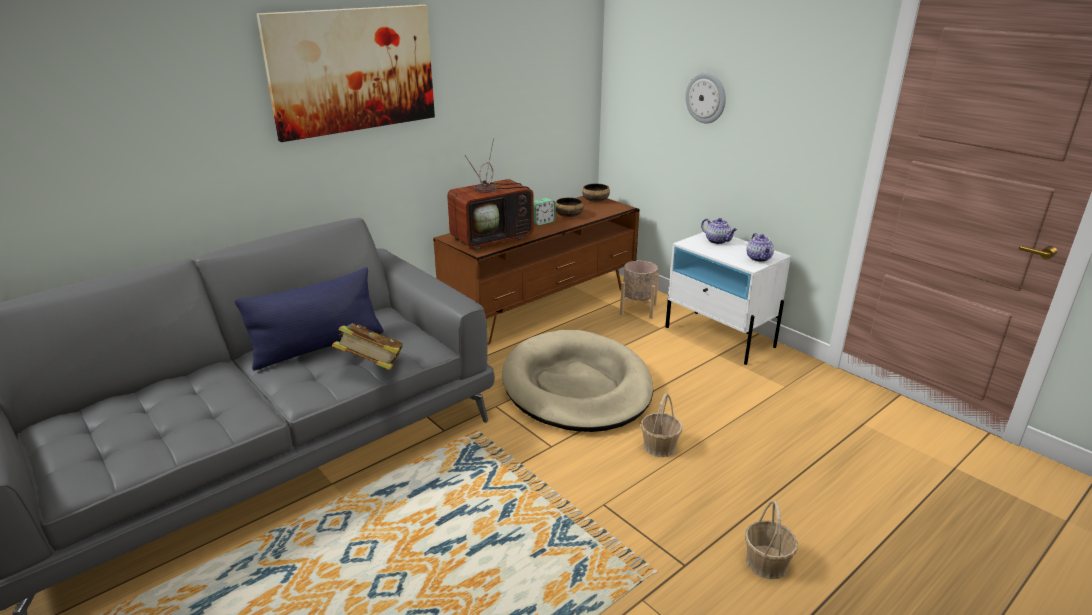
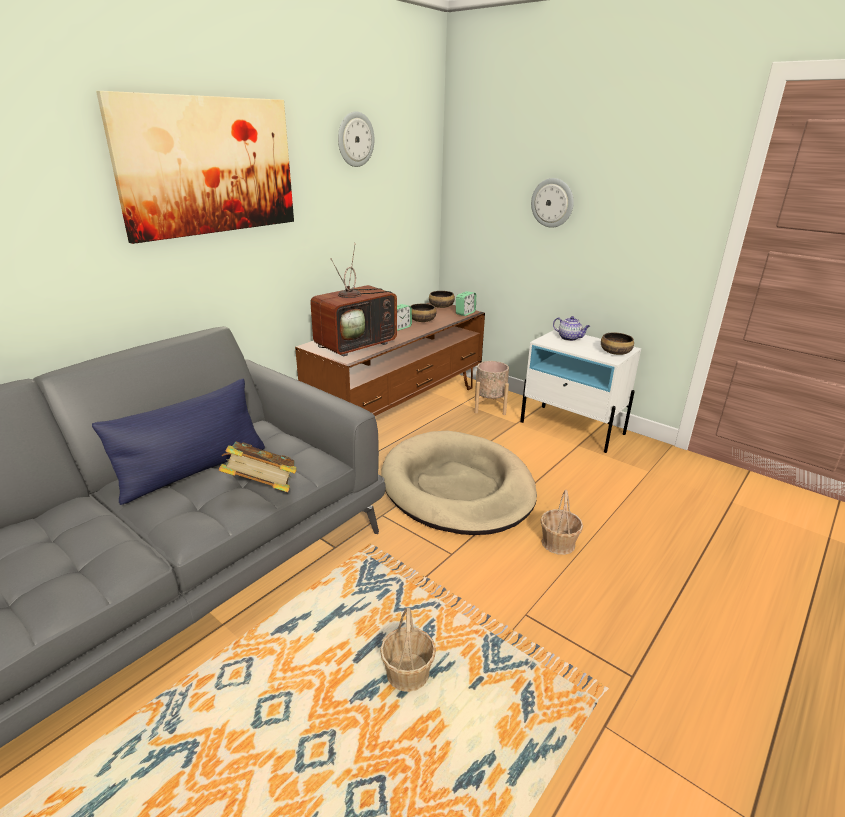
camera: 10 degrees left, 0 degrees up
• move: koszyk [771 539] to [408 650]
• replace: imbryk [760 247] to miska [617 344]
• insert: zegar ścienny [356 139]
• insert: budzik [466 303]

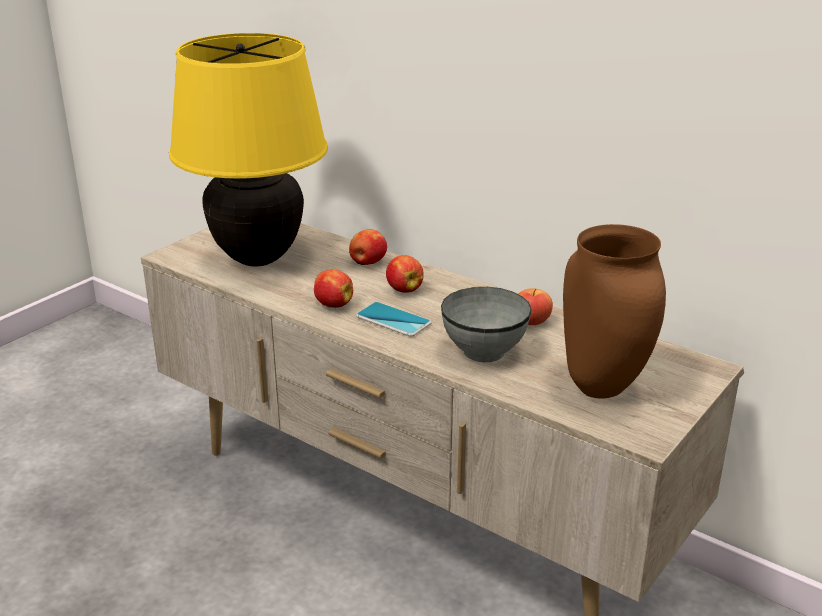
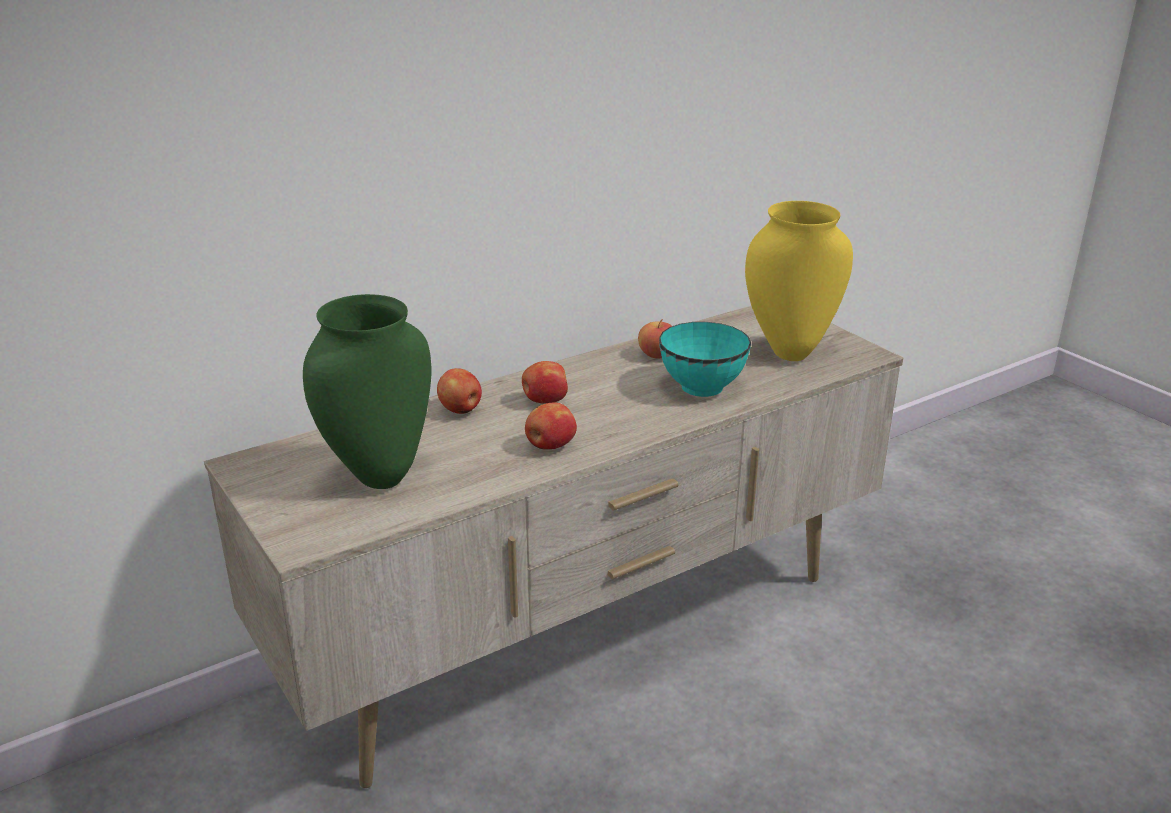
camera: 70 degrees left, 0 degrees up
• replace: lampa stołowa [żółty] [248 150] to wazon [zielony] [367 391]
• delete: telefon [394 319]
• recolor: miska [szary] [486 324] to miska [turkusowy] [705 359]
• recolor: wazon [brązowy] [614 311] to wazon [żółty] [799 281]

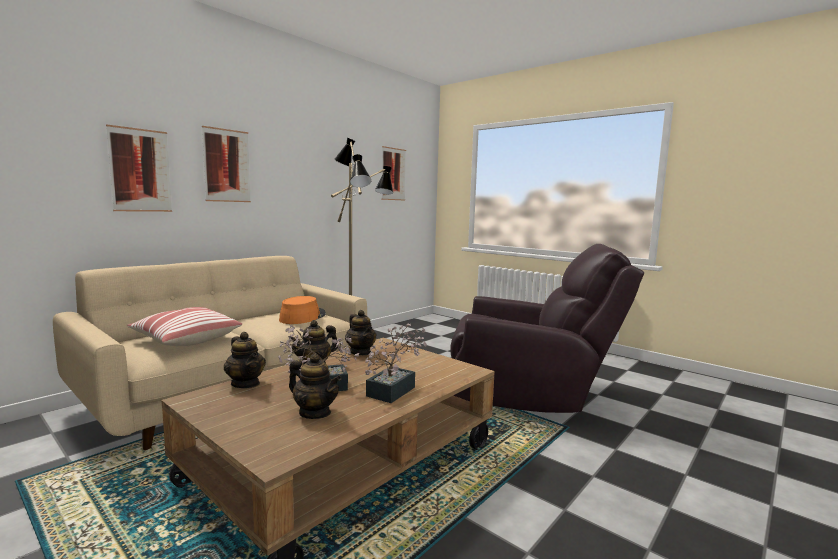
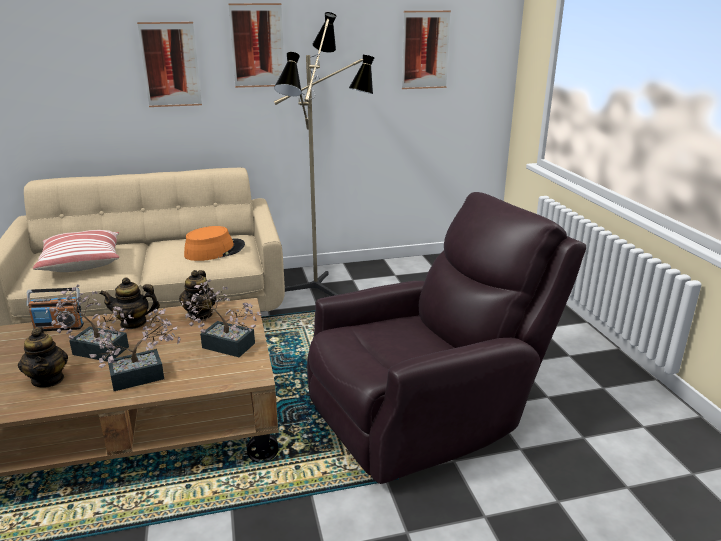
camera: 35 degrees right, 15 degrees up
• move: obraz [139 168] to [256 45]
• replace: imbryk [245 360] to radio [55 309]
• rotate: fotel [brązowy] [547 328] = [446 338] 75 degrees counterclockwise
• insert: roślina doniczkowa [221 318]

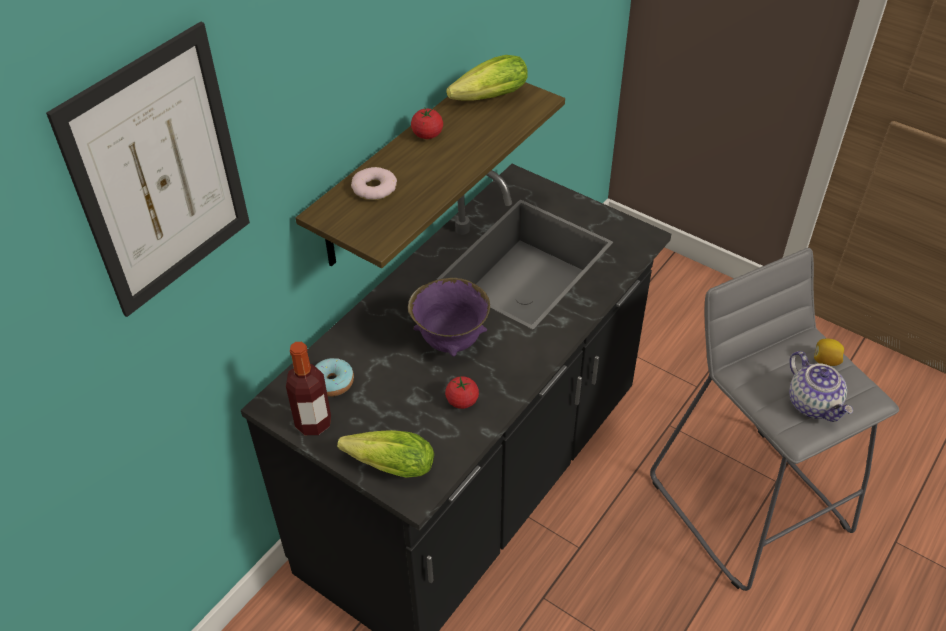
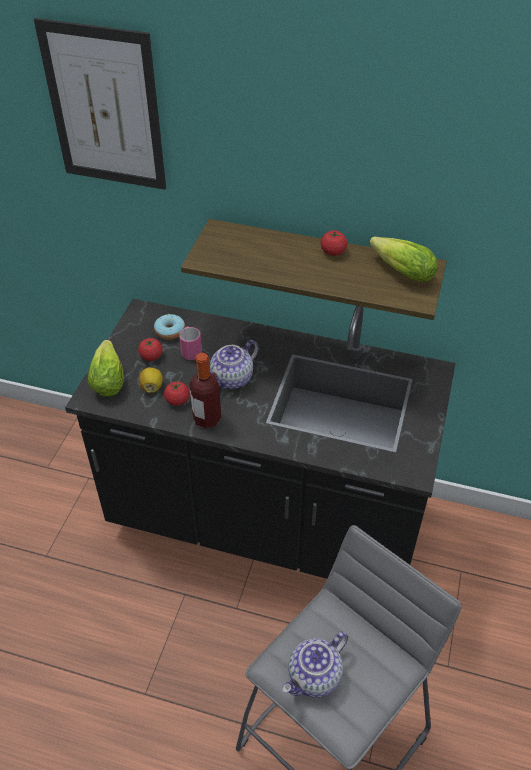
camera: 70 degrees right, 0 degrees up
• move: butelka [308 388] to [205 390]
• delete: donut [374 183]
• replace: miska [fioletowy] [449 317] to imbryk [234 364]
• move: cytryna [829 352] to [151 380]
• insert: pomidor [150 349]
• insert: kubek [różowy] [190 343]

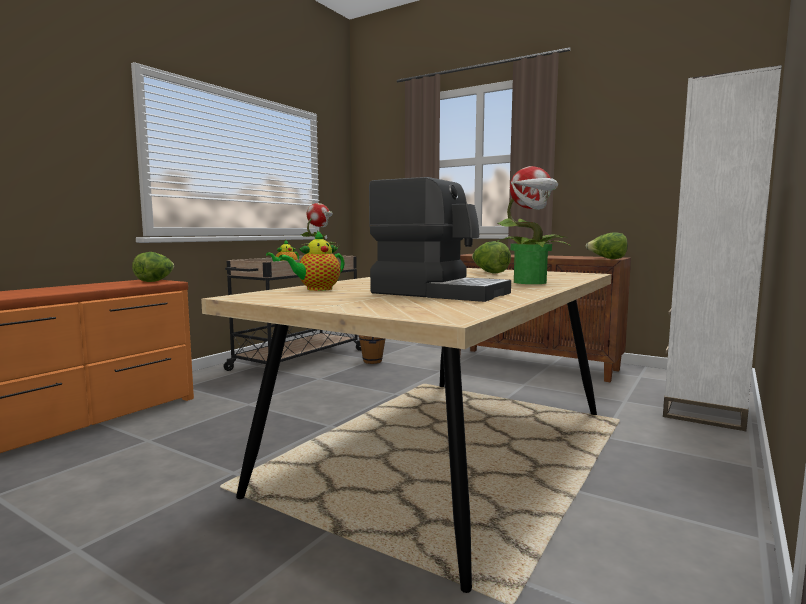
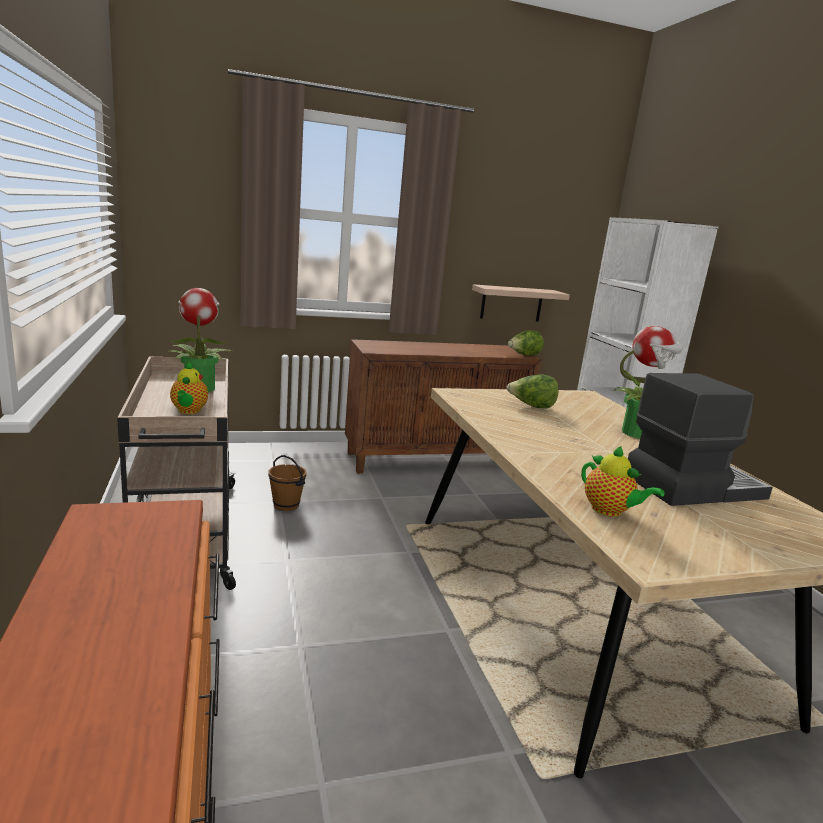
camera: 50 degrees left, 10 degrees up
• delete: sałata [153 267]
• rotate: imbryk [311 260] = [623 481] 45 degrees counterclockwise
• insert: półka [521 303]

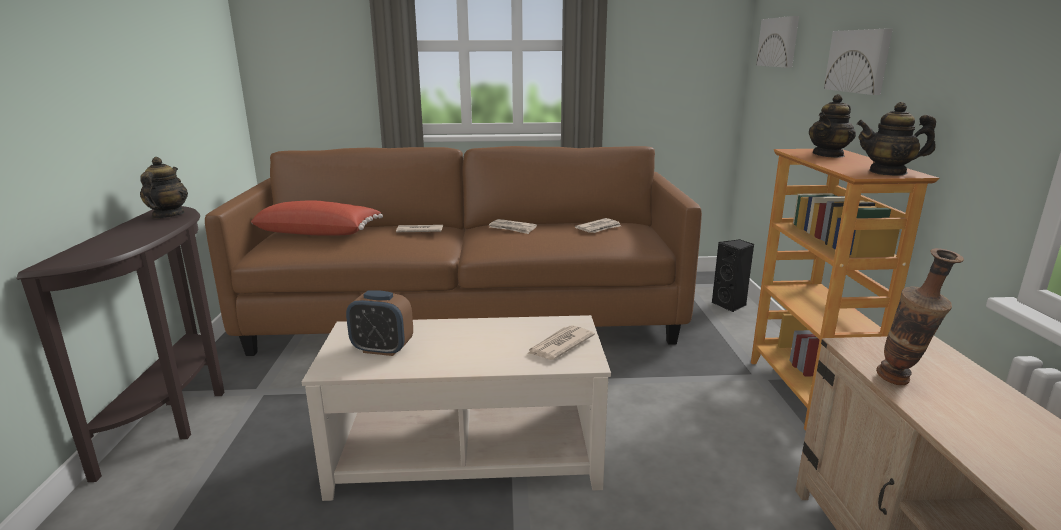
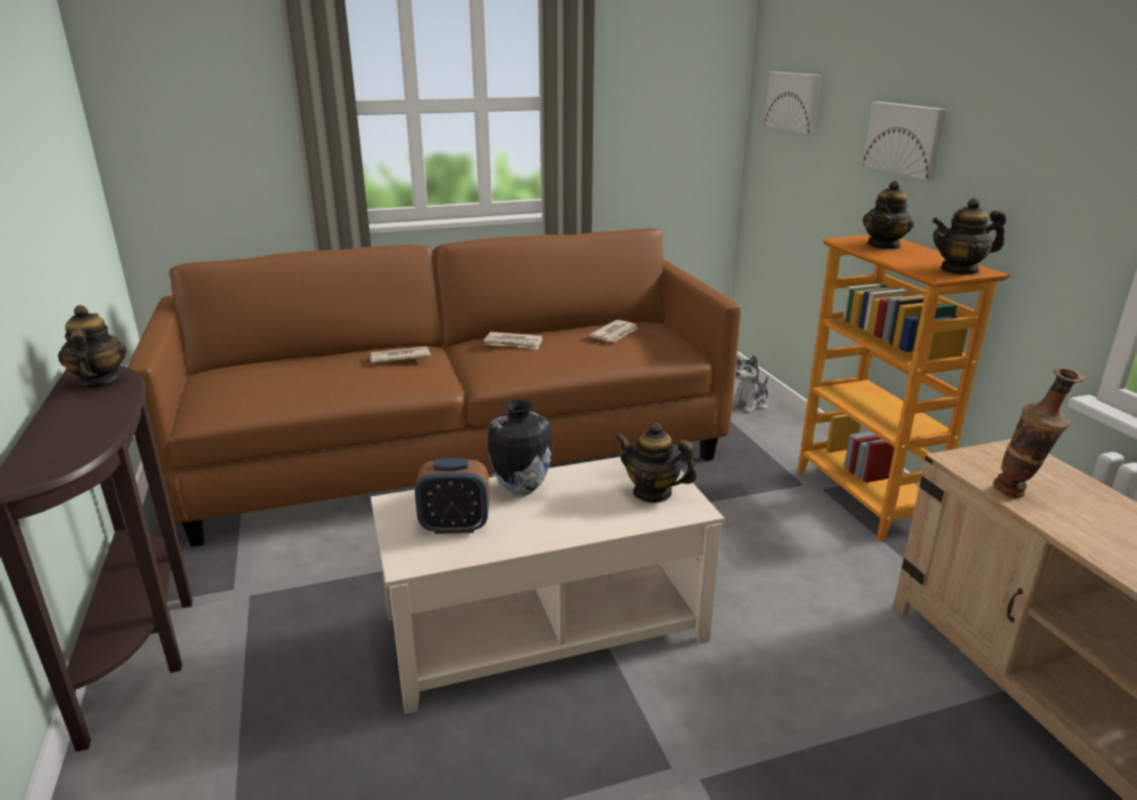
camera: 15 degrees left, 5 degrees up
• delete: poduszka [czerwony] [317 218]
• replace: gazeta [561 342] to imbryk [656 463]
• replace: głośnik [czarny] [733 275] to pluszak [750 384]
• insert: wazon [520 447]

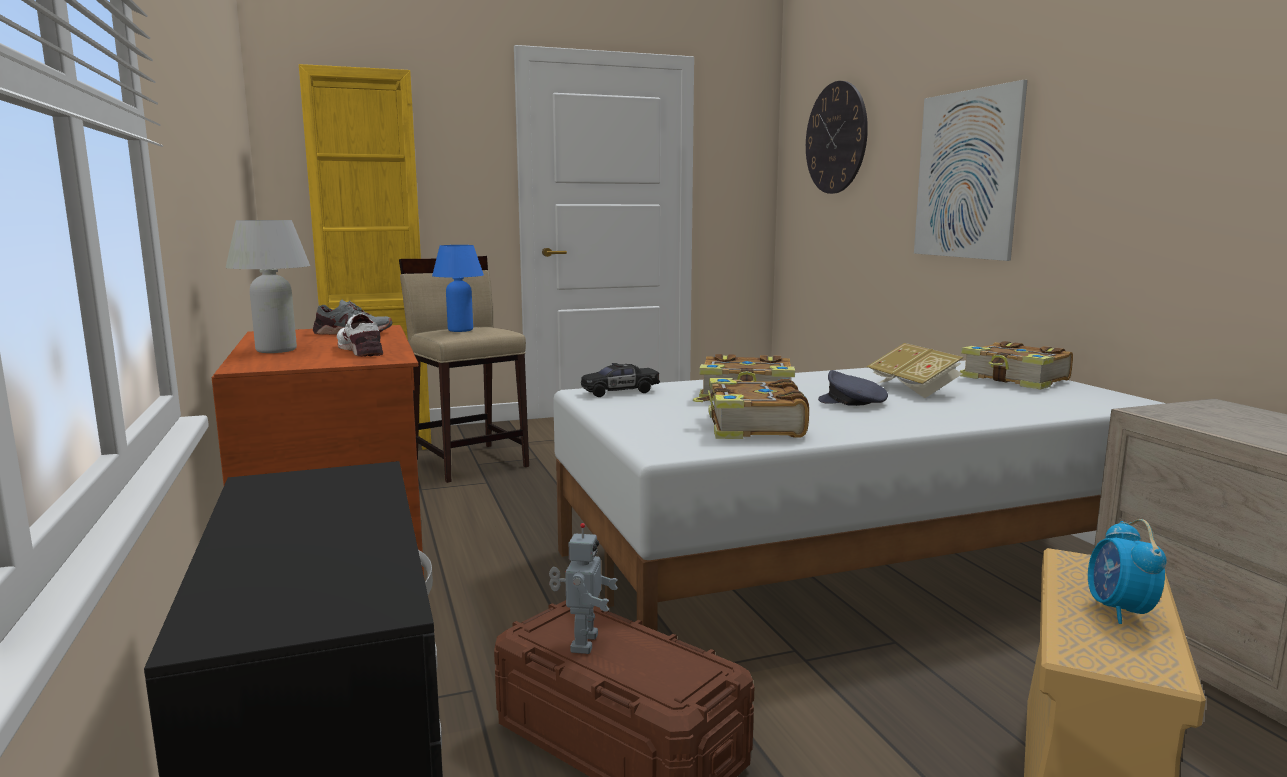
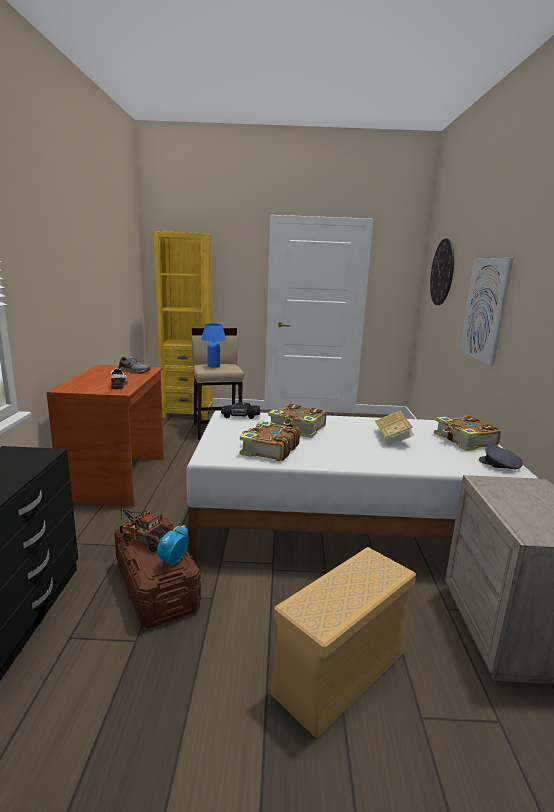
camera: 20 degrees right, 5 degrees up
• delete: lampa stołowa [biały] [267 286]
• replace: robot zabawkowy [583 588] to ciężarówka zabawkowa [146 530]
• move: czapka z daszkiem [szary] [853 388] to [501 456]
• move: budzik [1127 571] to [173 546]

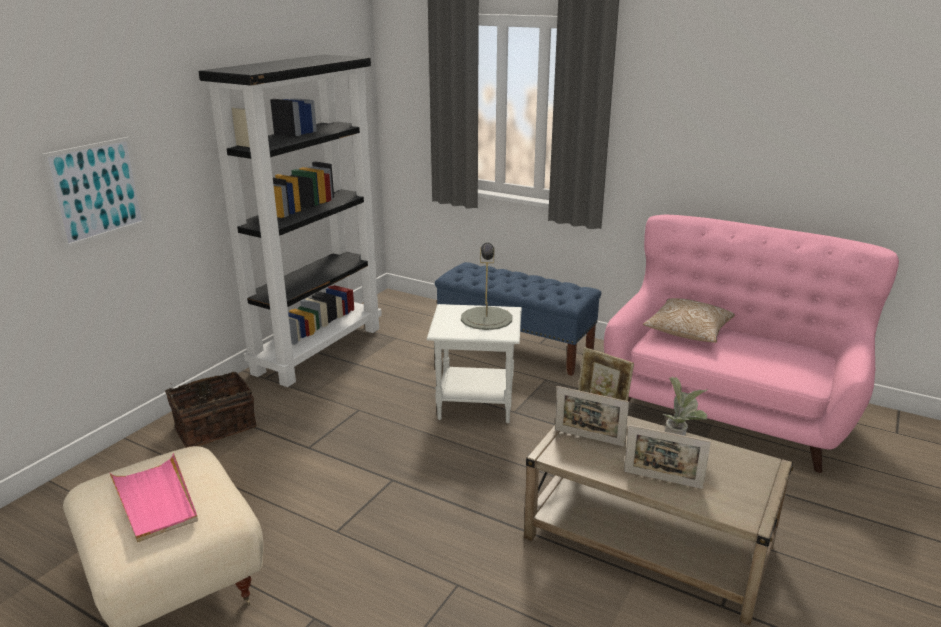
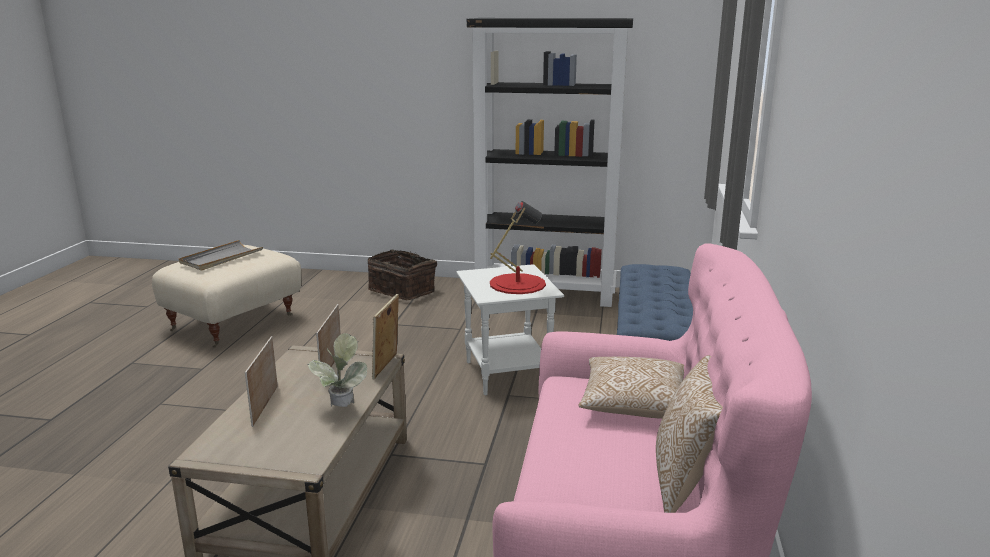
camera: 70 degrees right, 5 degrees down
• delete: obraz [94 192]
• recolor: taca [różowy] [154 498] to taca [szary] [221 255]
• recolor: lampa stołowa [szary] [486 286] to lampa stołowa [czerwony] [518 247]
• insert: poduszka [689 434]

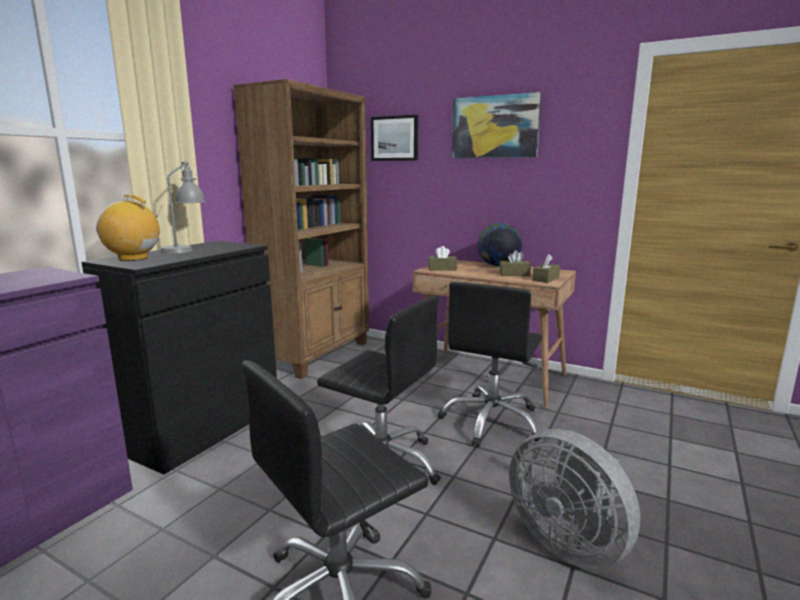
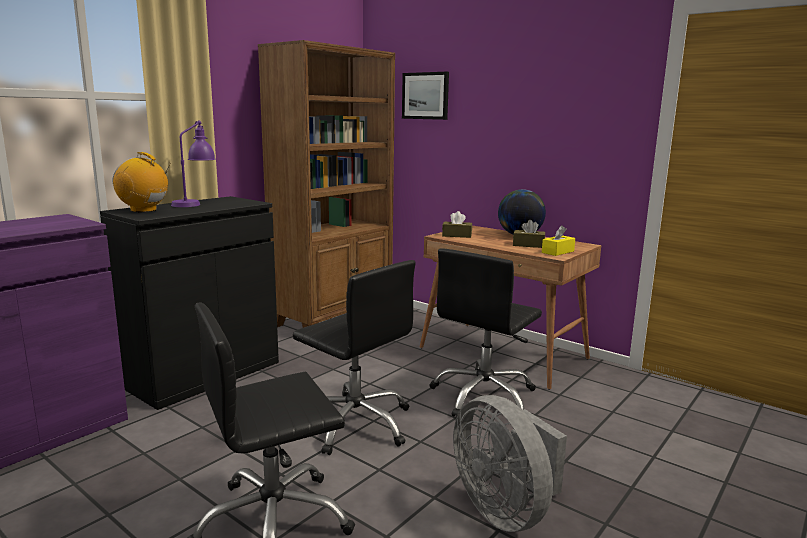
camera: 10 degrees right, 0 degrees up
• recolor: lampa stołowa [szary] [183 207] to lampa stołowa [fioletowy] [193 164]
• delete: obraz [497 125]
• recolor: pudełko chusteczek [brązowy] [546 268] to pudełko chusteczek [żółty] [558 240]

